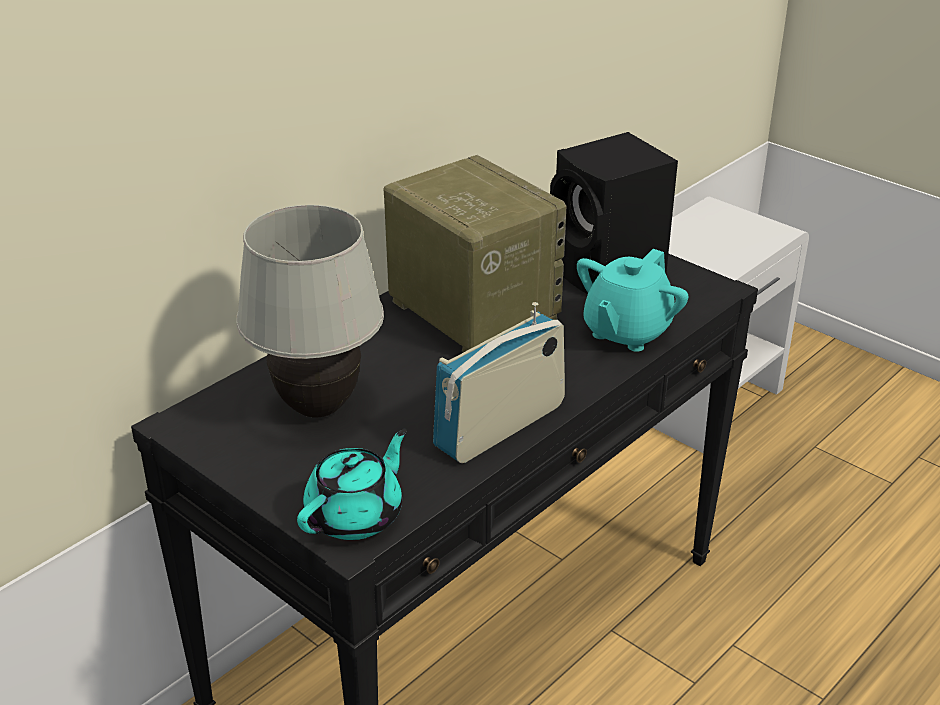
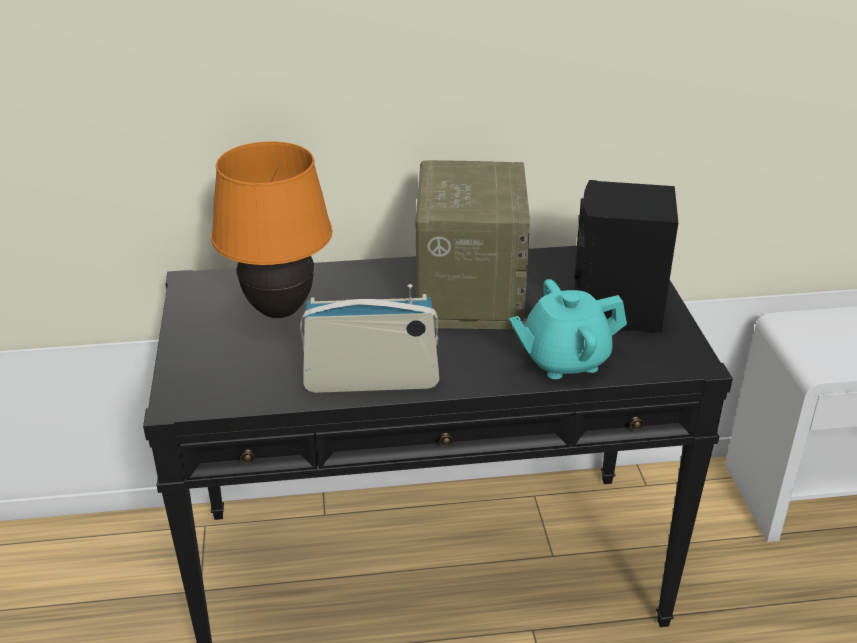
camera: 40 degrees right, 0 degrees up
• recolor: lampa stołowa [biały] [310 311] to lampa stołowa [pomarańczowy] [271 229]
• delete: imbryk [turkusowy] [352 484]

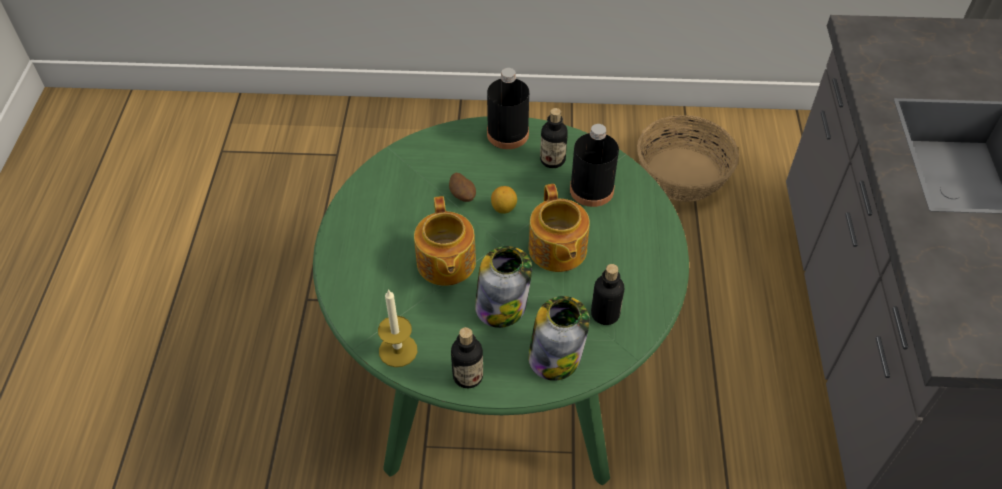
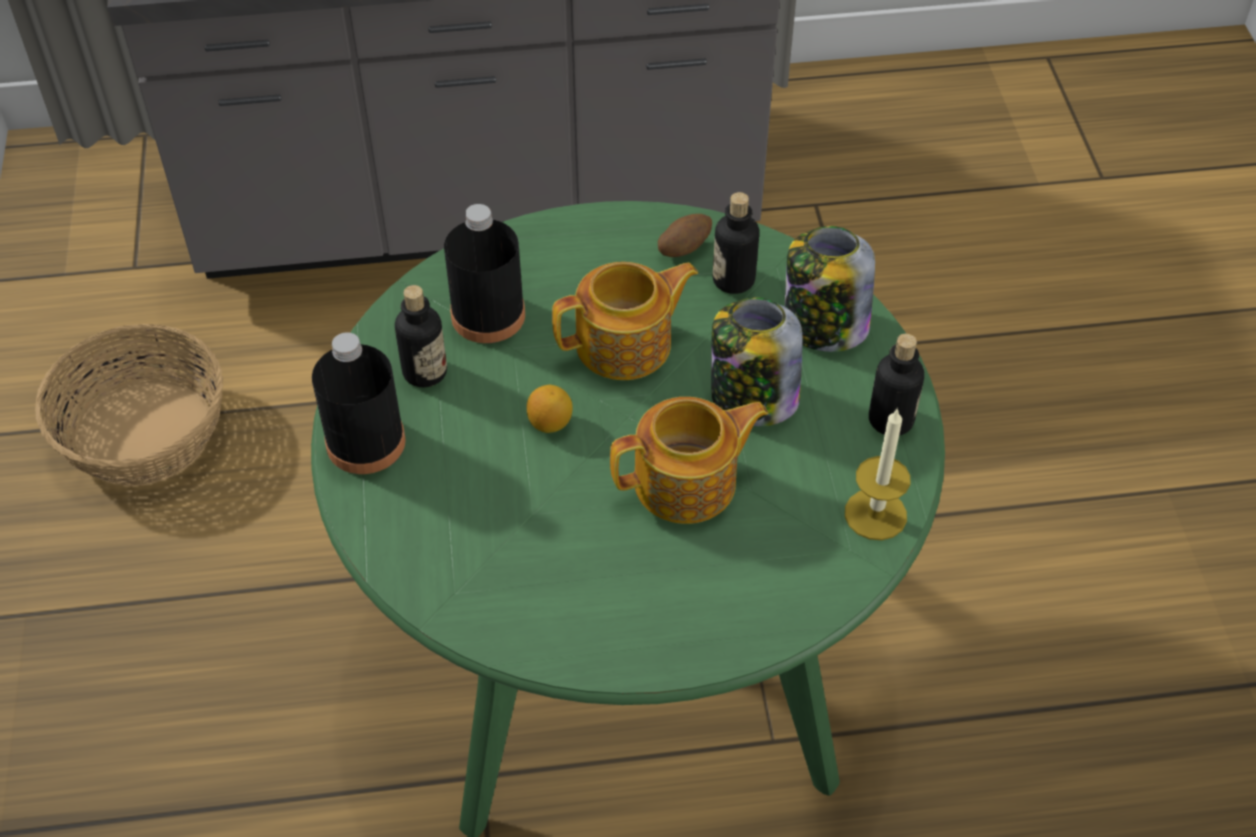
camera: 100 degrees left, 0 degrees up
• move: ziemniak [462 187] to [685 235]

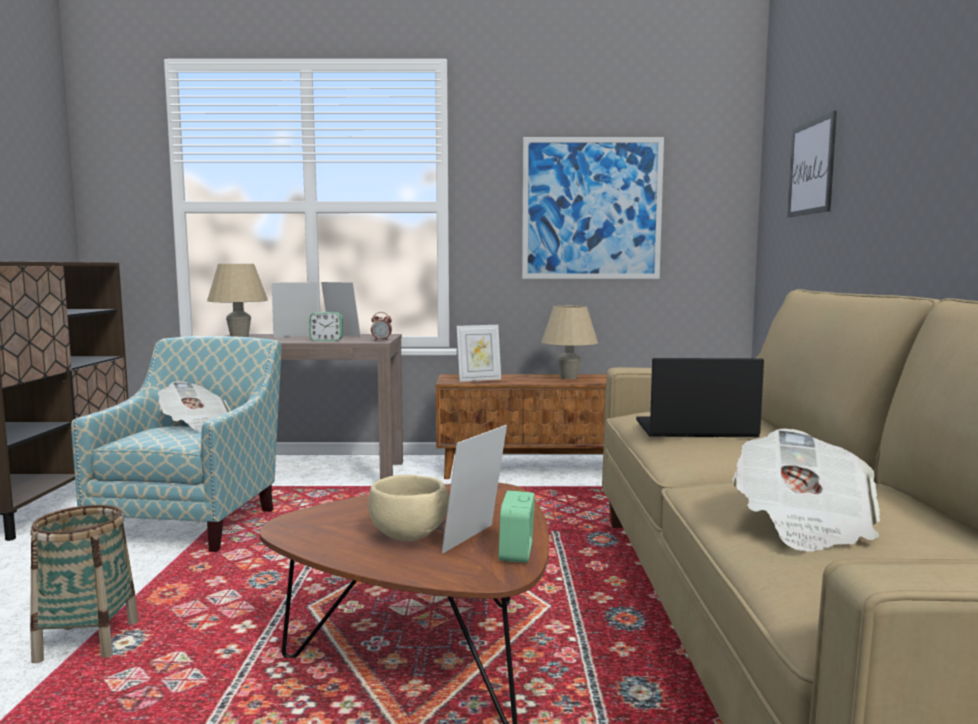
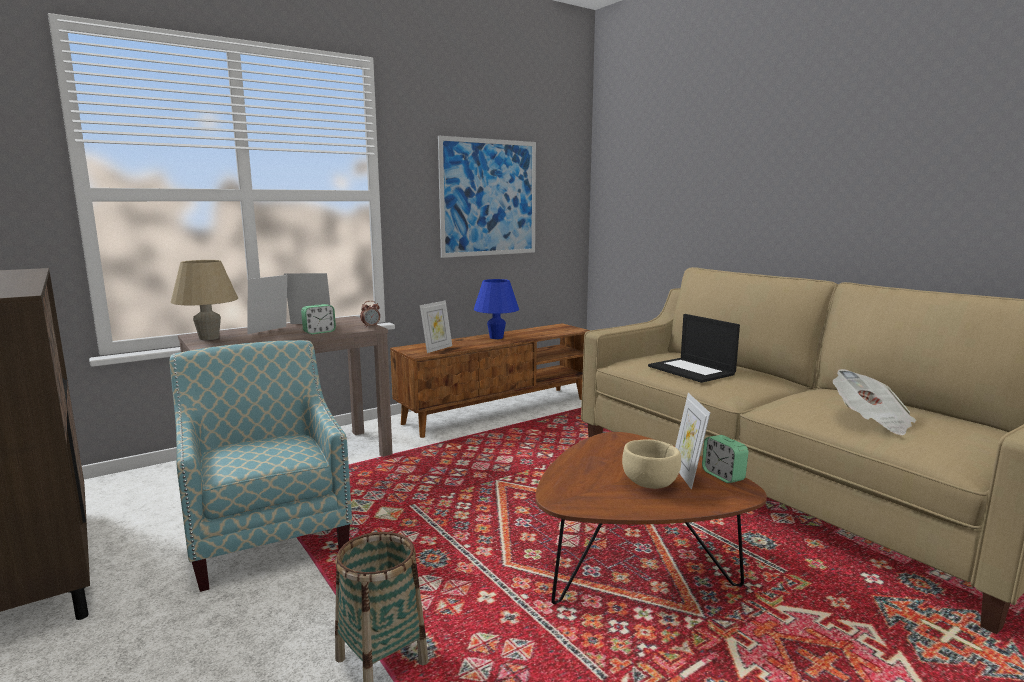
camera: 35 degrees left, 5 degrees up
• delete: gazeta [194 406]
• recolor: lampa stołowa [beżowy] [569 342] to lampa stołowa [niebieski] [496 309]
• rotate: laptop [700 397] = [694 348] 90 degrees counterclockwise
• delete: obraz [812 164]

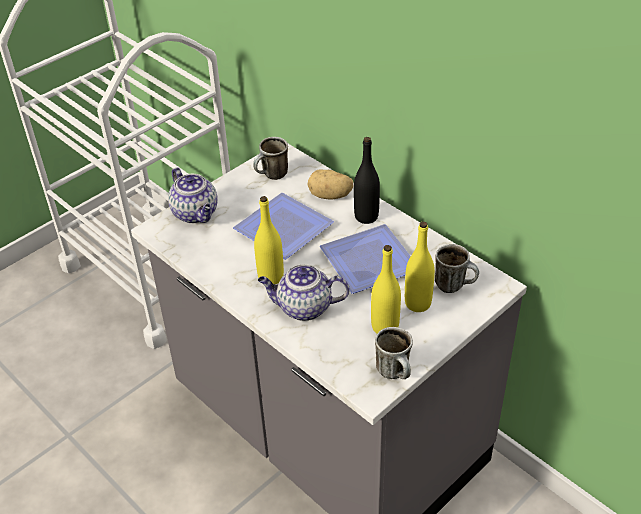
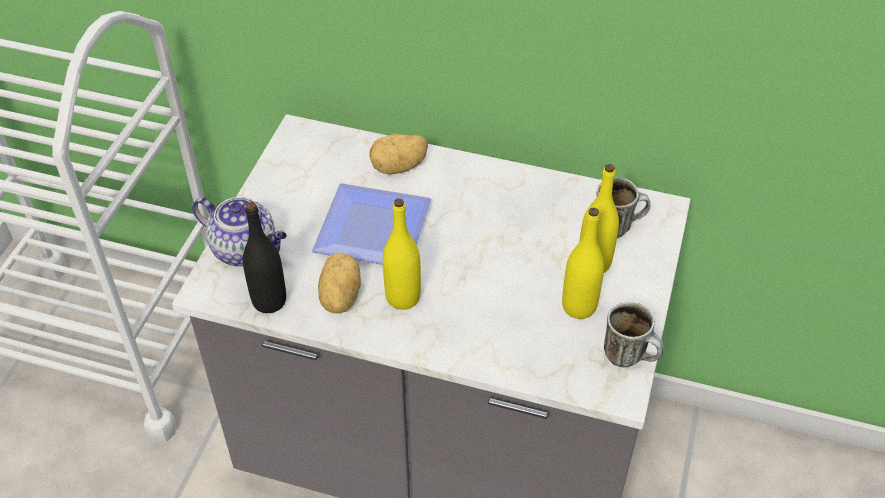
camera: 30 degrees left, 5 degrees up
• delete: kubek [270 158]
• delete: imbryk [304 292]
• delete: talerz [365 259]
• move: butelka [czarny] [367 180] to [264 257]
• insert: ziemniak [339 283]

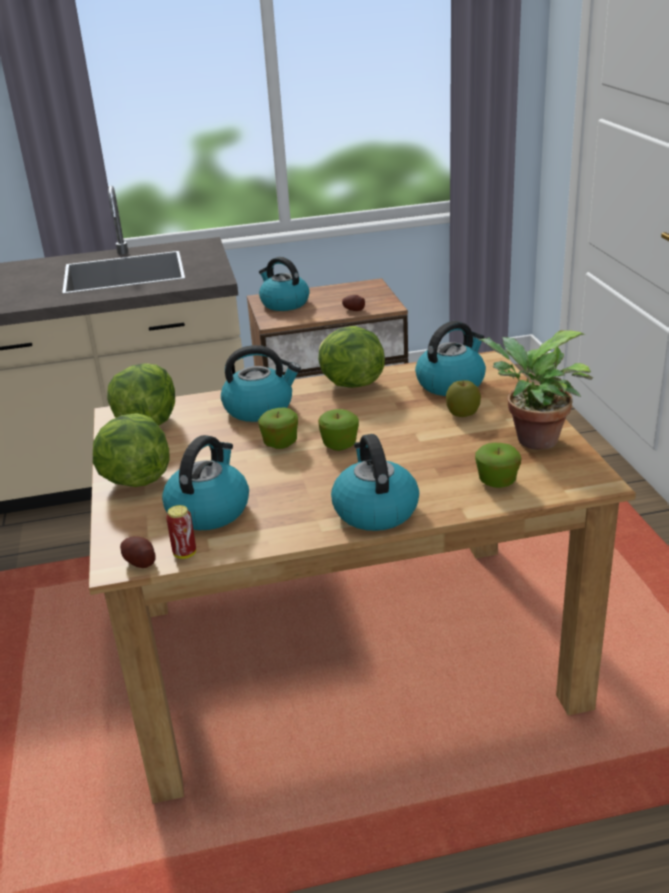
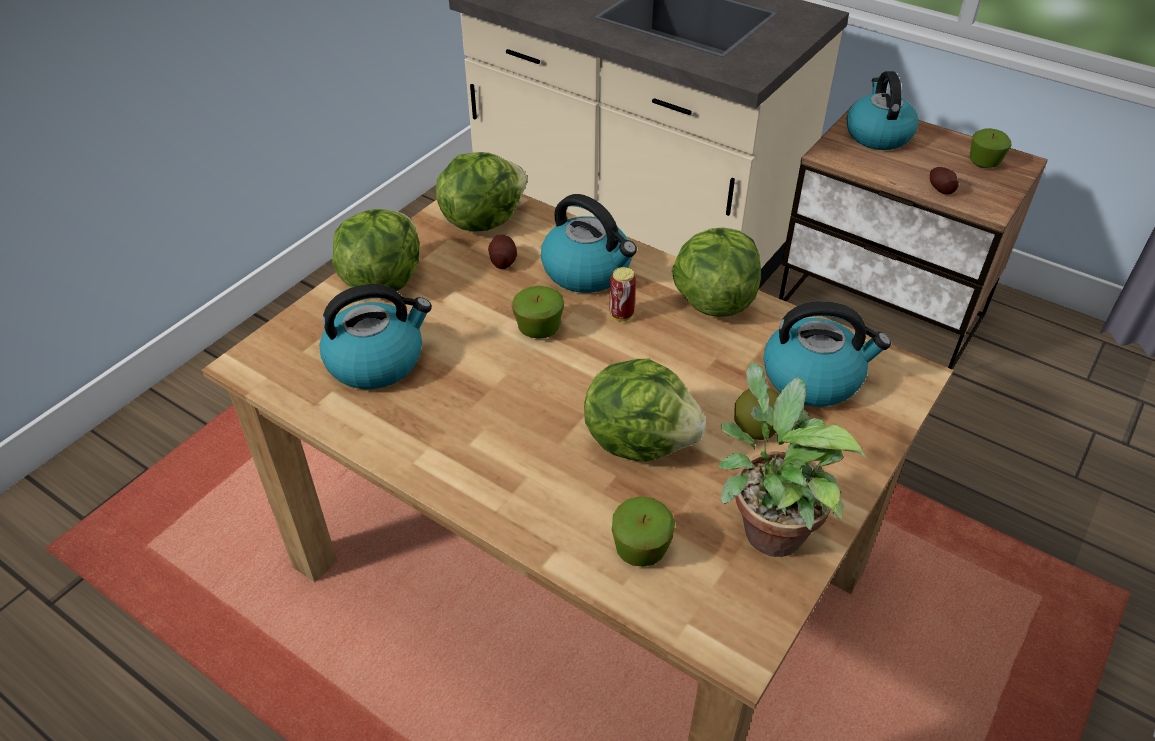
camera: 45 degrees right, 15 degrees up
• move: ziemniak [138 552] to [502 251]
• move: puszka [181 532] to [622 294]
• move: jabłko [338 430] to [991 148]
• delete: czajnik [375 482]
• insert: sałata [645 410]

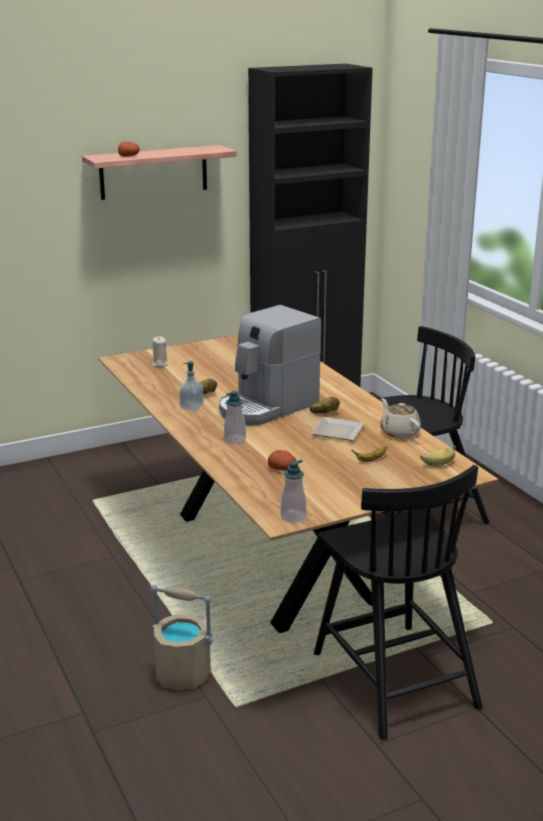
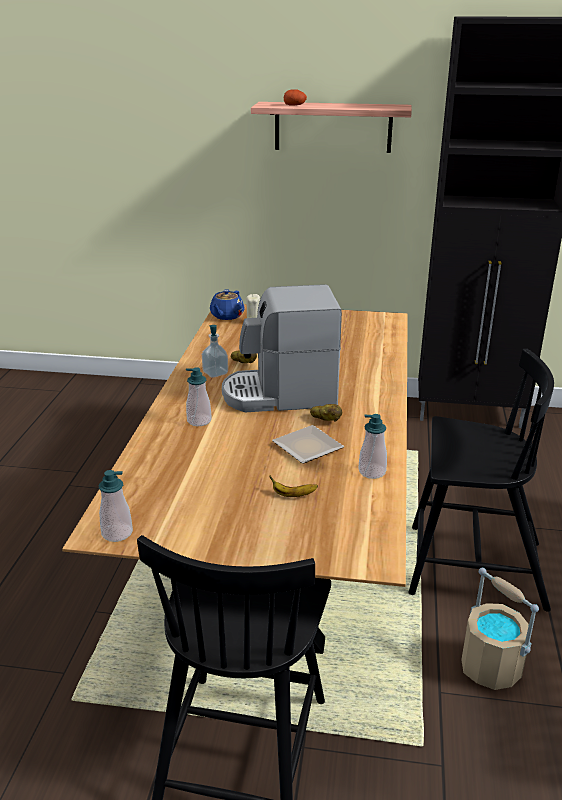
camera: 35 degrees right, 5 degrees up
• move: wiadro [beżowy] [182 637] to [500 629]
• delete: ziemniak [282 460]
• replace: imbryk [beżowy] [400 418] to dozownik mydła [372 446]
• delete: banan [438 456]
• insert: imbryk [niebieski] [227 304]

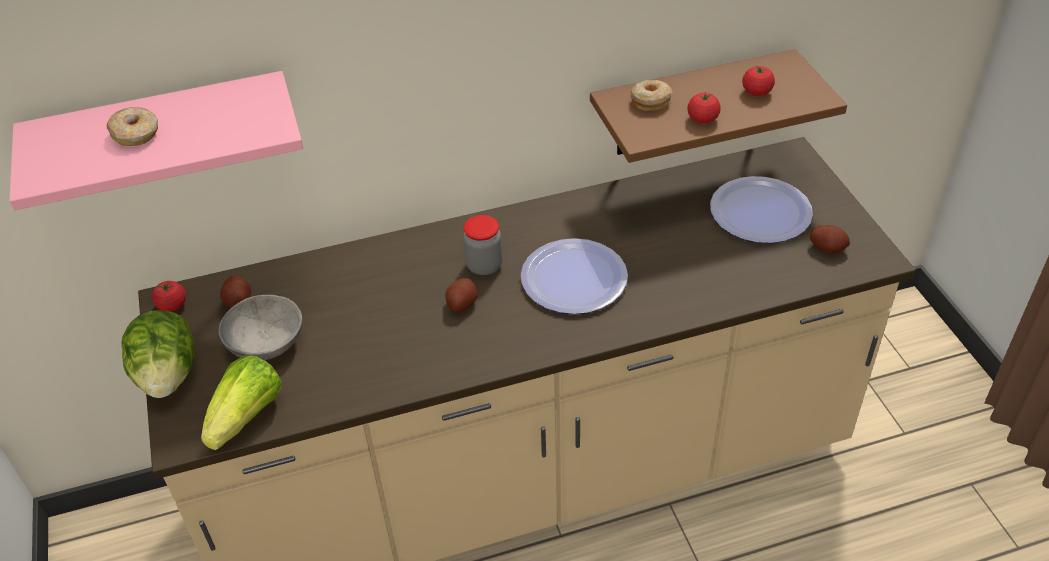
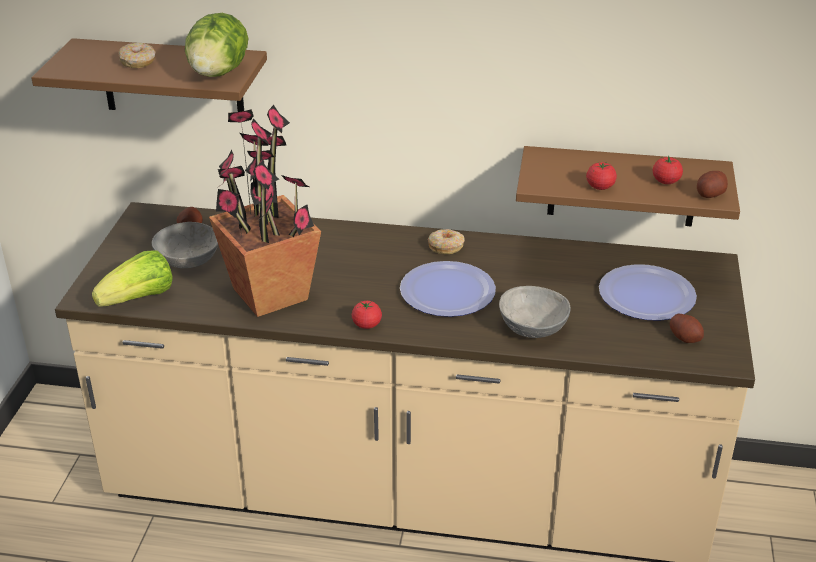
camera: 25 degrees right, 10 degrees down
• recolor: półka [różowy] [156 140] to półka [brązowy] [149 75]
• move: sałata [158 354] to [216 45]
• move: pomidor [169 296] to [367 315]
• move: ziemniak [461 295] to [712 184]
• delete: słoik [483 245]
• move: donut [652 95] to [446 241]
• insert: roślina doniczkowa [265 211]
• insert: miska [szary] [535 312]

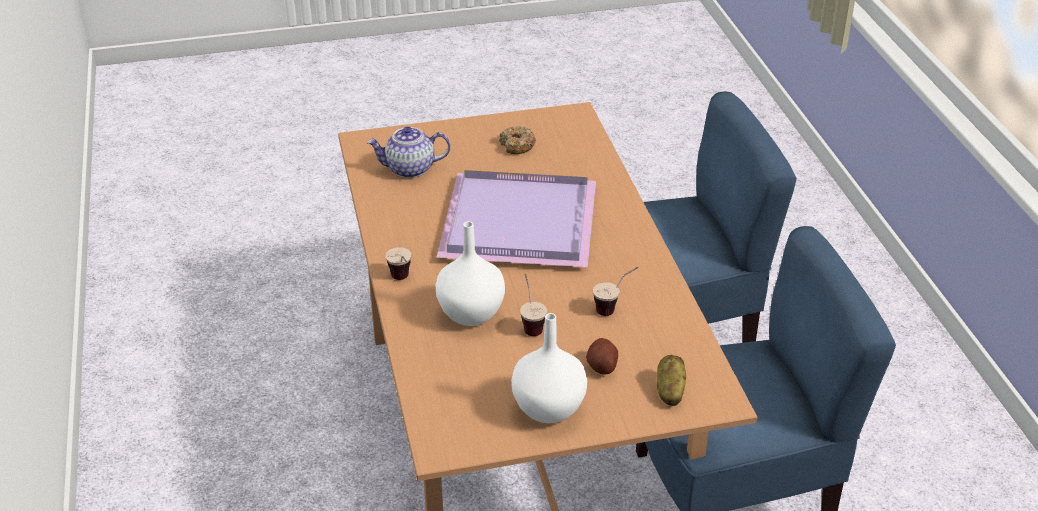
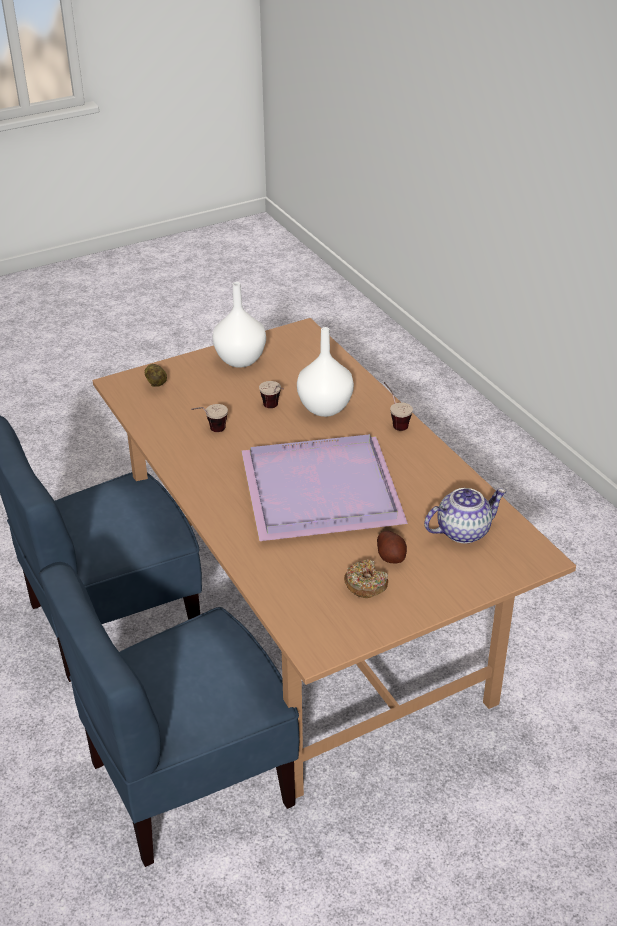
camera: 165 degrees right, 0 degrees up
• move: ziemniak [602 356] to [392 546]

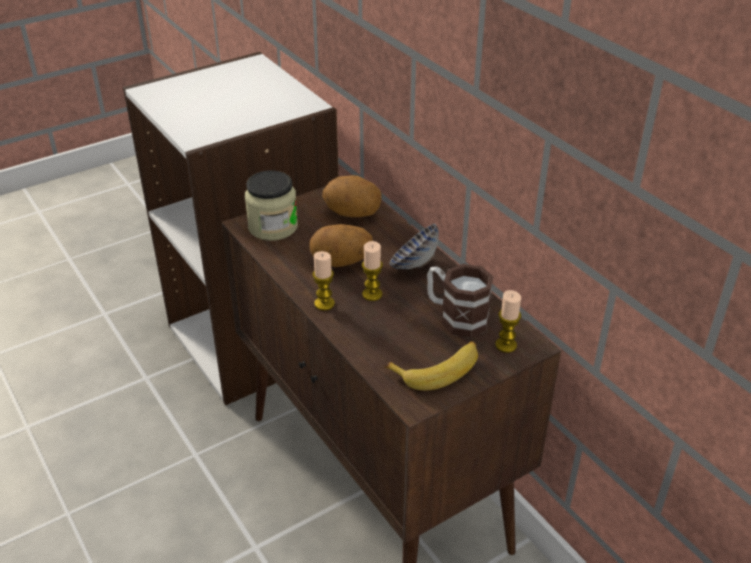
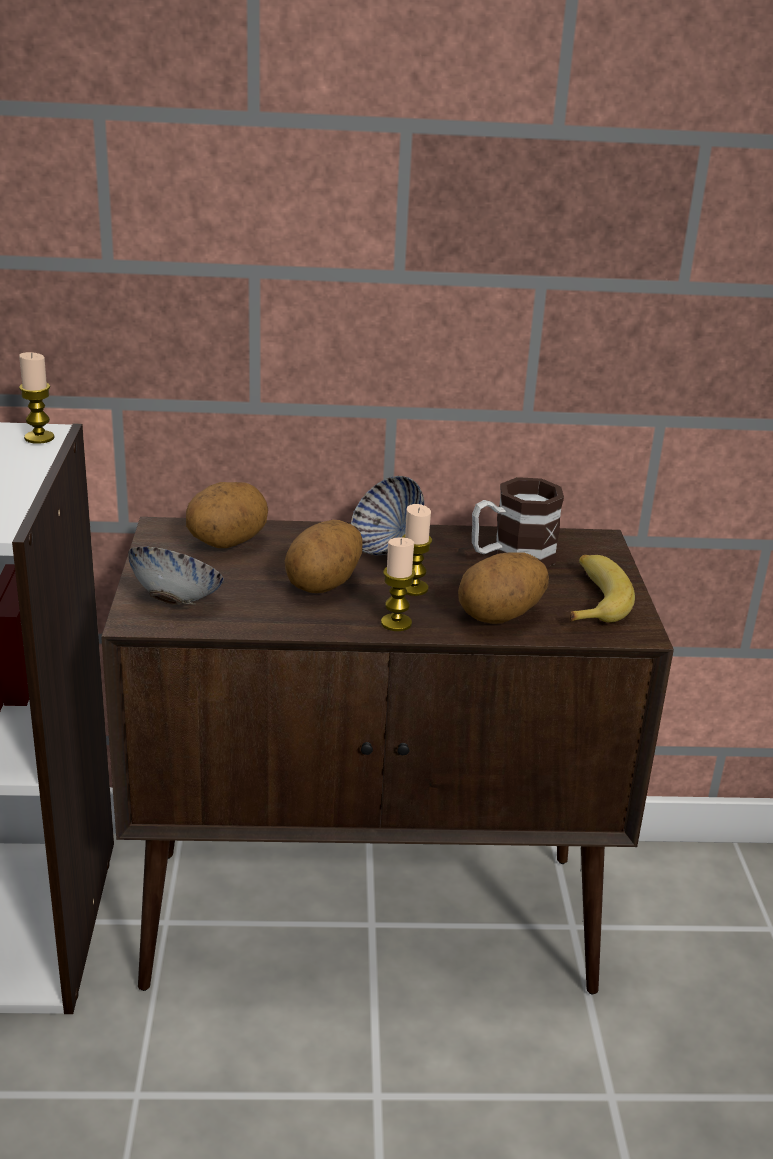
camera: 60 degrees left, 10 degrees down
• replace: słoik [271 205] to miska [176 576]
• move: świeca [508 321] to [36 398]
• insert: ziemniak [503 588]

